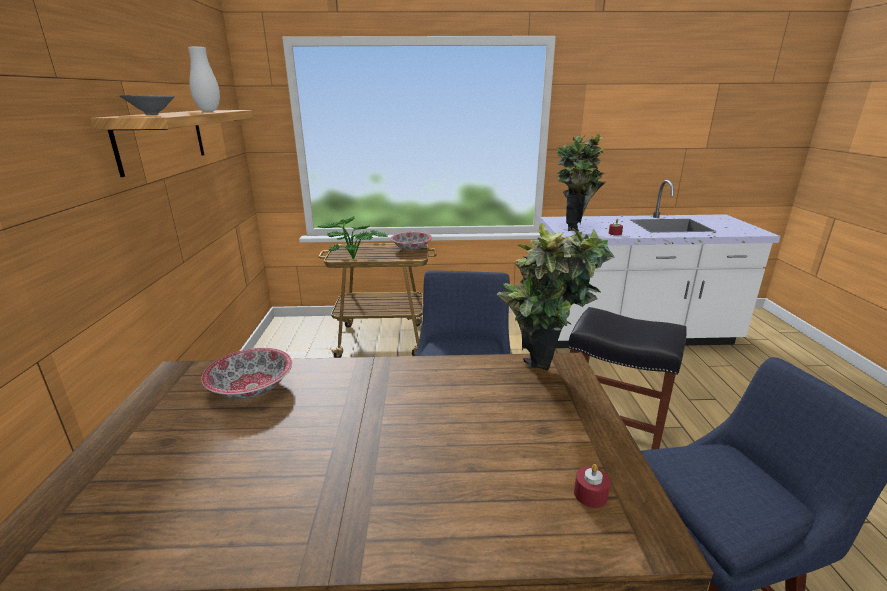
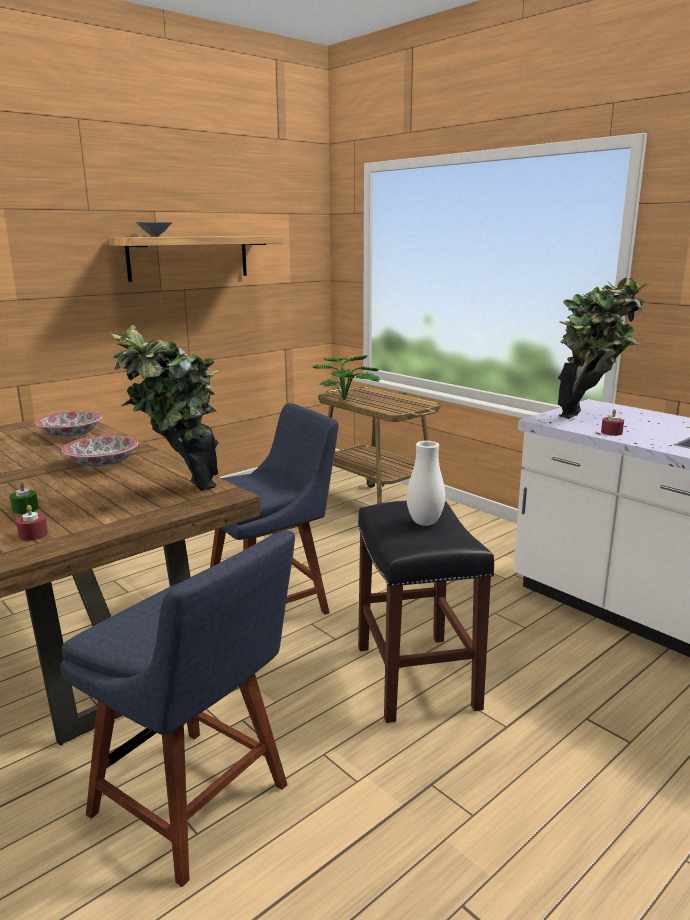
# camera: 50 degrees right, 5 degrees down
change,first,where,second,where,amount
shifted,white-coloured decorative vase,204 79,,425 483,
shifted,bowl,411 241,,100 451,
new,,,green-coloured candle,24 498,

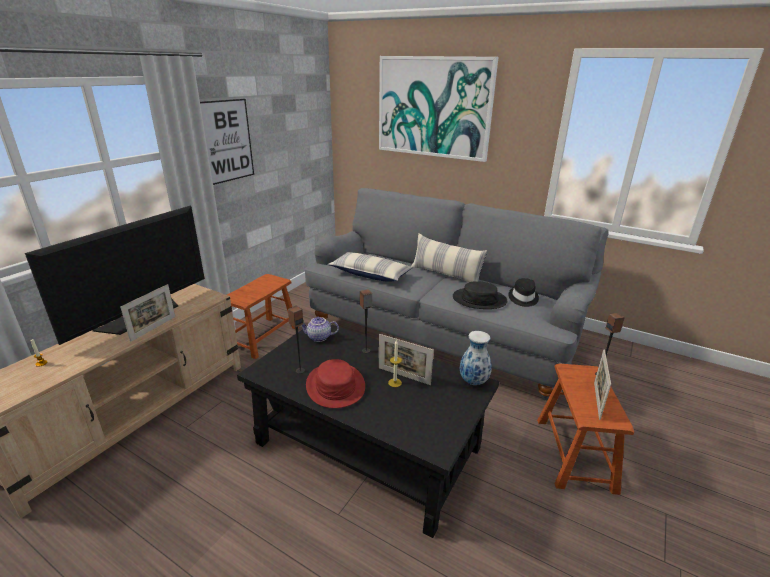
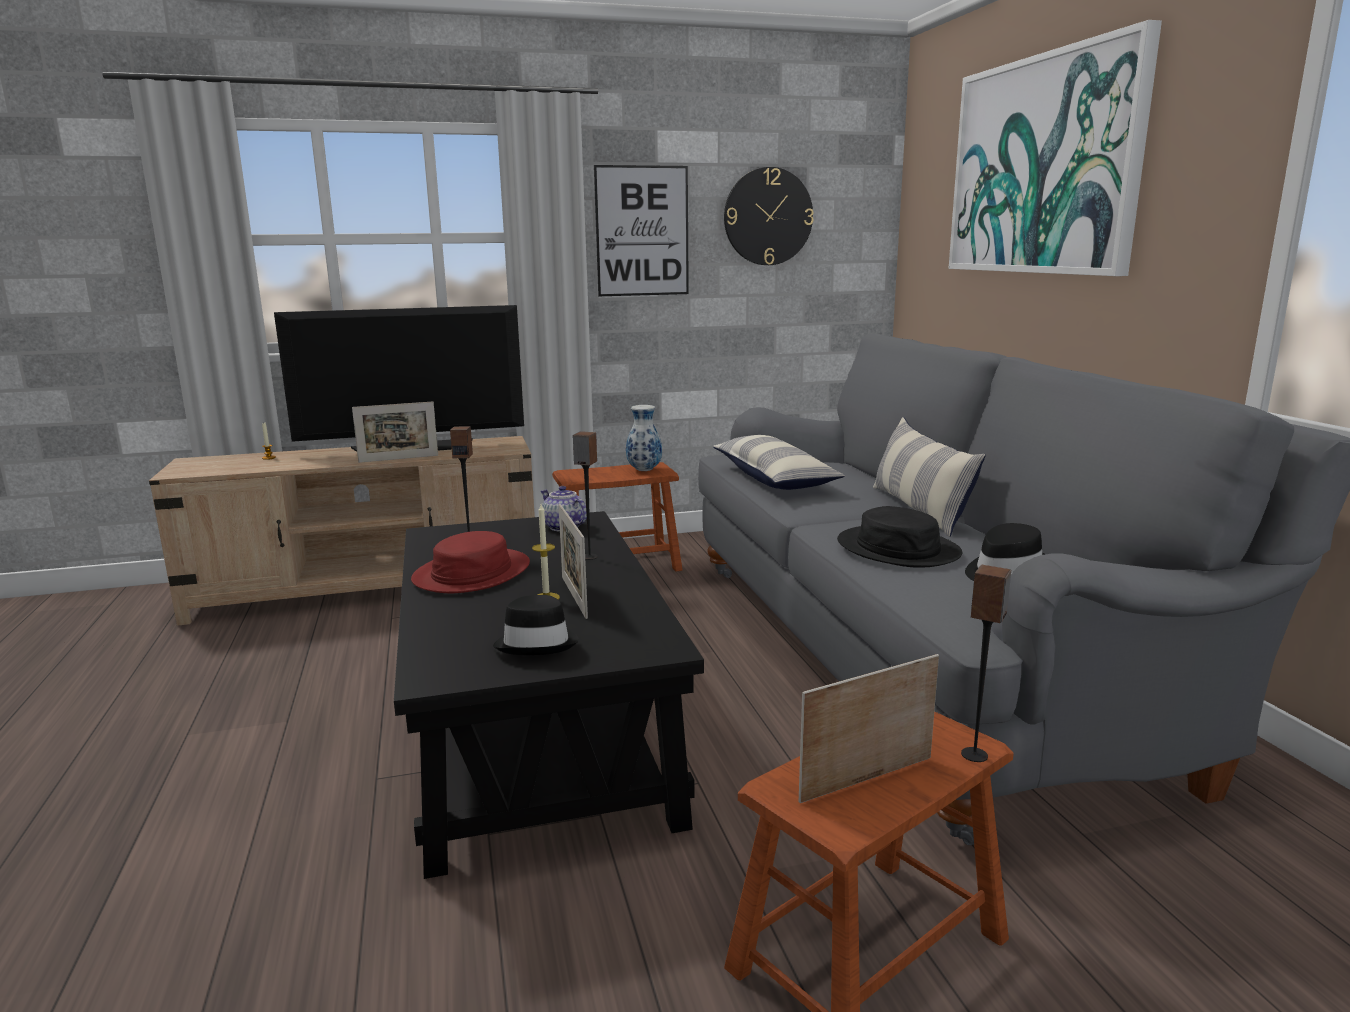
# camera: 45 degrees right, 10 degrees down
change,first,where,second,where,amount
shifted,decorative vase,476 358,,644 438,
new,,,black wearable hat,536 625,
new,,,clock on the wall,769 216,

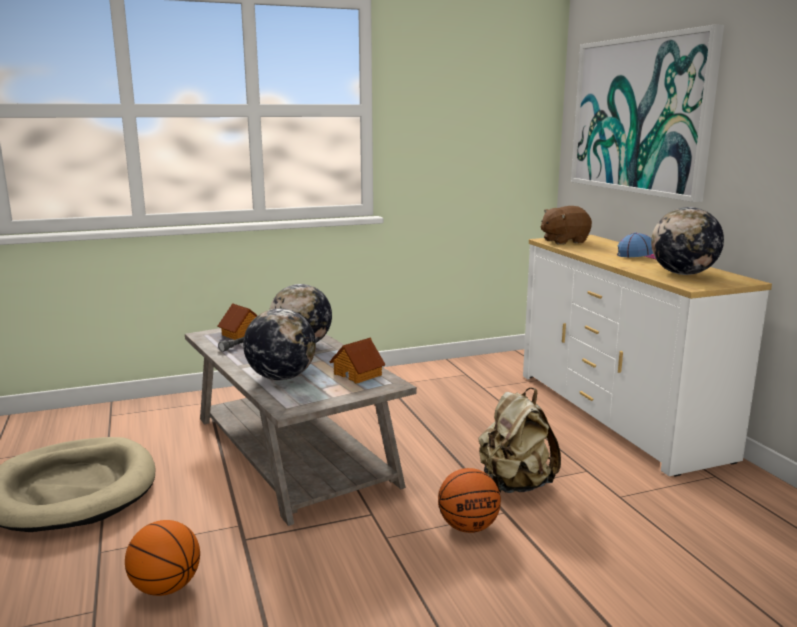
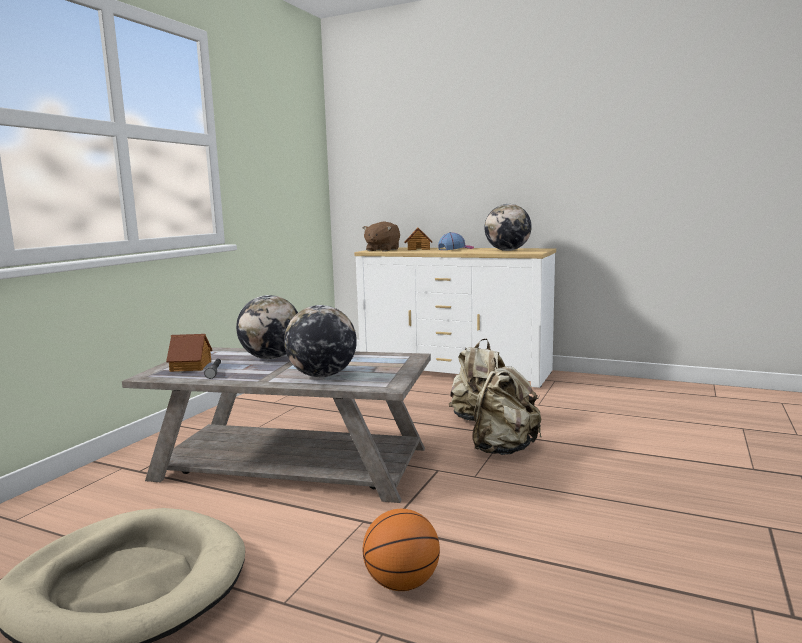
# camera: 45 degrees left, 5 degrees down
change,first,where,second,where,amount
shifted,model house,357 360,,418 239,
swapped,basketball,469 500,beige-coloured backpack,506 406,
gone,picture,647 113,,,

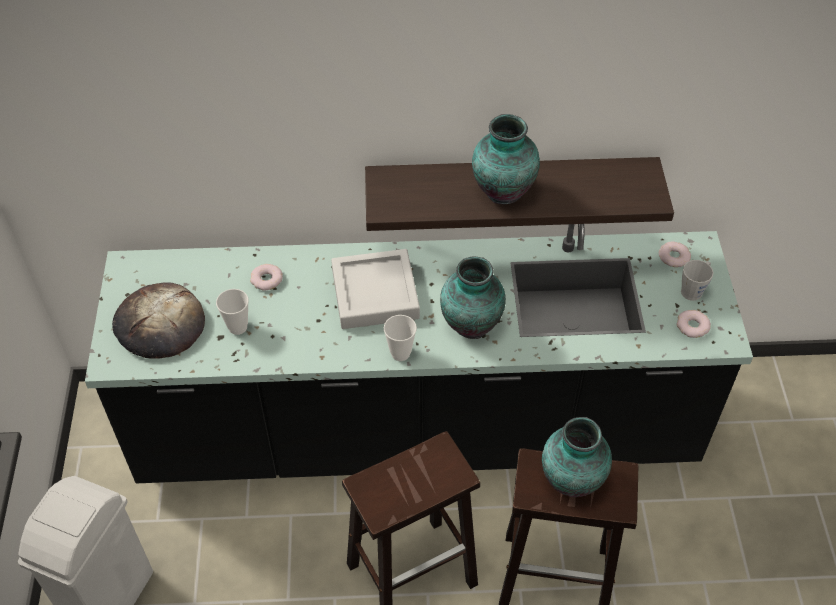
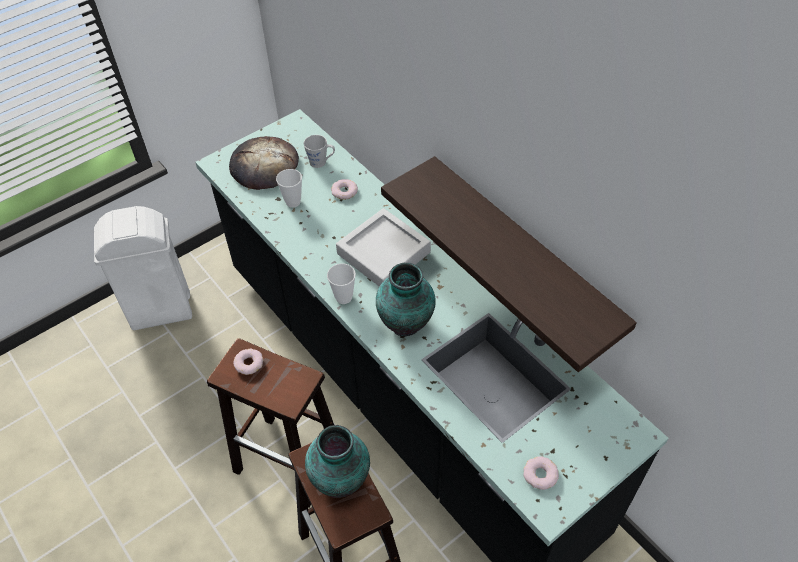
# camera: 55 degrees right, 0 degrees up
change,first,where,second,where,amount
gone,decorative vase,506 159,,,
shifted,donut,675 254,,248 362,
shifted,greyish mug,697 280,,319 151,

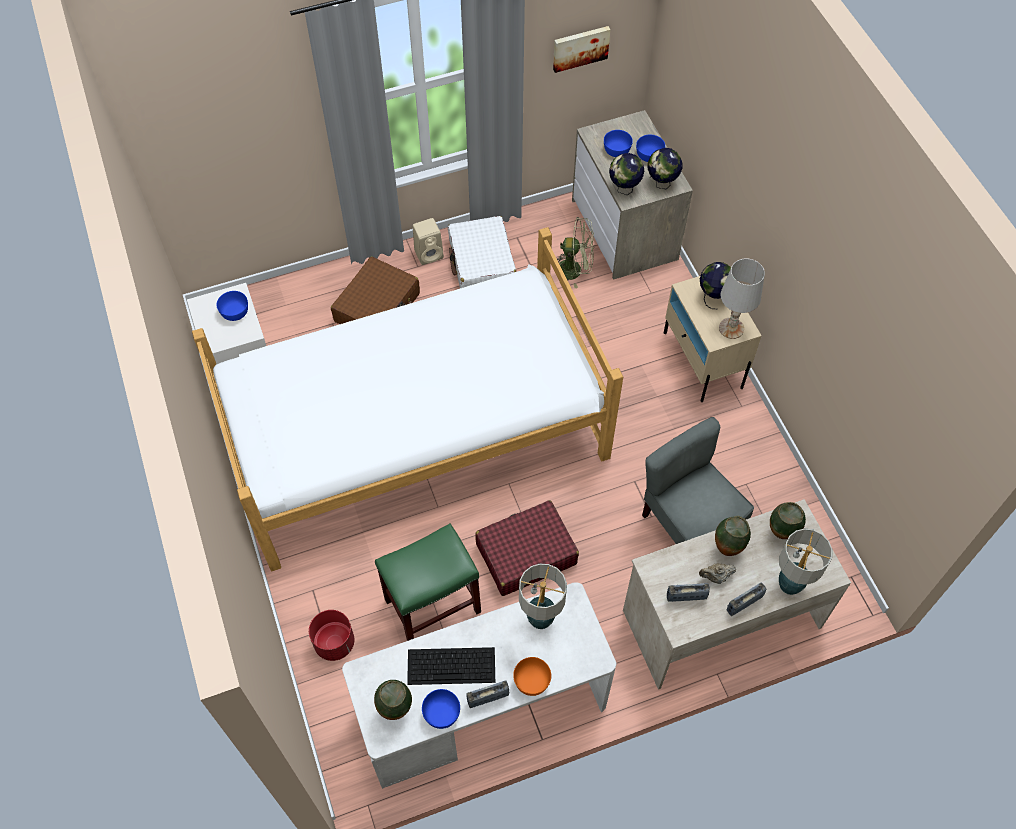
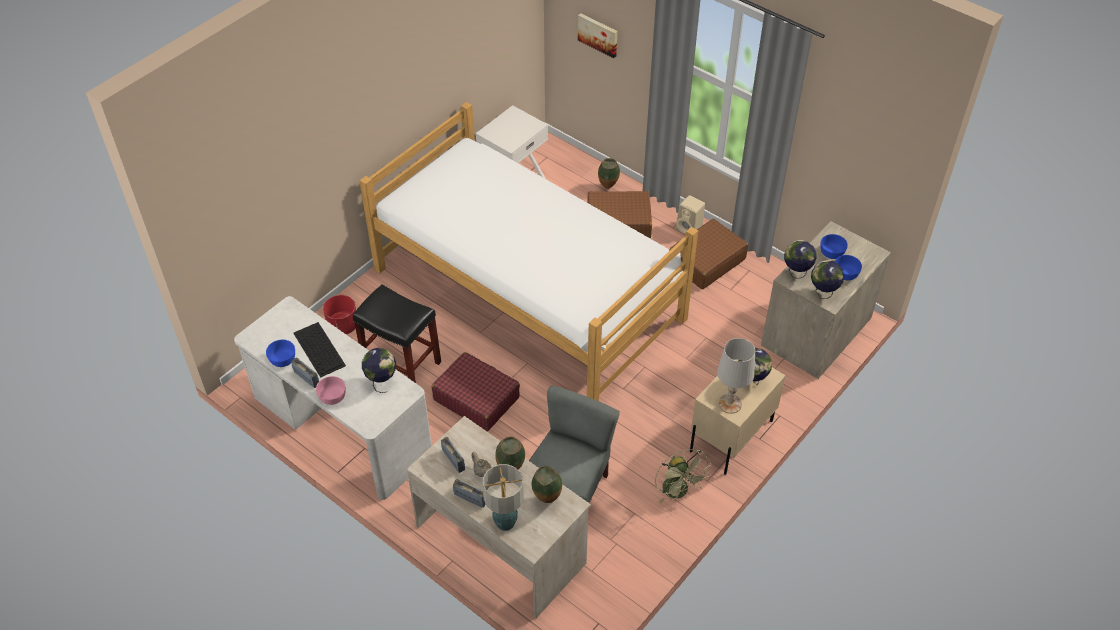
# camera: 60 degrees right, 10 degrees down
change,first,where,second,where,amount
gone,bluish bowl,232 306,,,
shifted,decorative vase,393 700,,609 173,
repainted,green-coloured sitting stool,428 582,black sitting stool,397 333,
repainted,white-coloured travel case,482 252,brown-coloured travel case,708 254,
repainted,orange-coloured bowl,532 676,pinkish bowl,331 390,
swapped,table lamp,543 596,globe,379 370,
shifted,picture,581 49,,597 35,
shifted,green-coloured electric fan,575 252,,683 476,

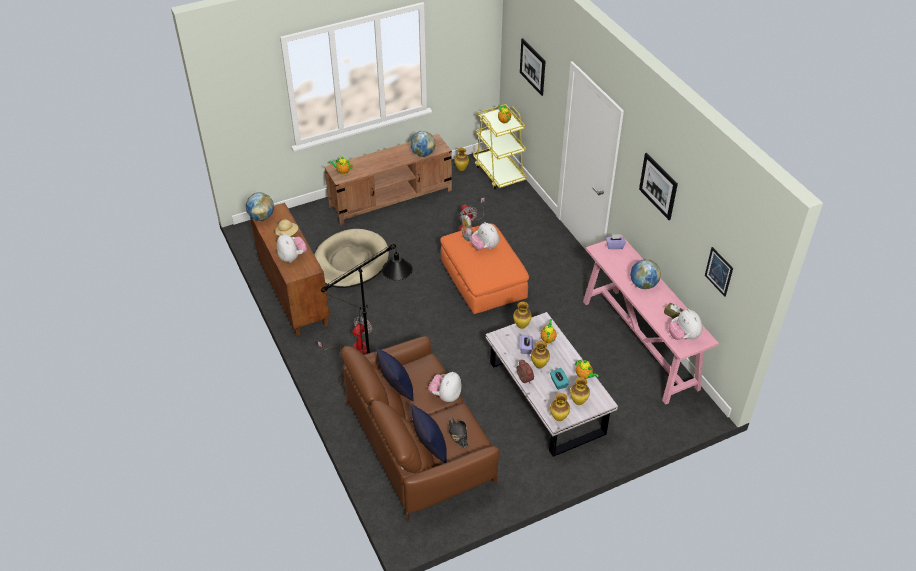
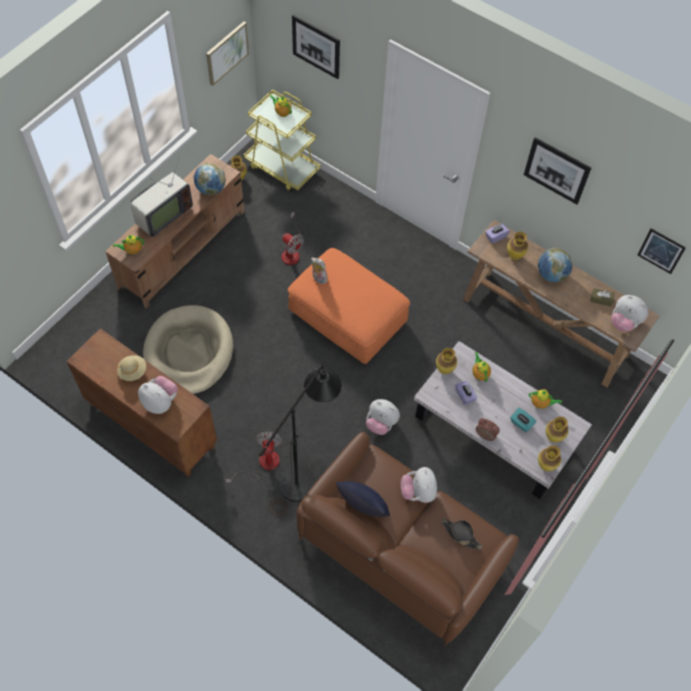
# camera: 30 degrees left, 15 degrees up
change,first,where,second,where,amount
gone,globe,260 206,,,
gone,bluish throw pillow,429 433,,,
shifted,cuddly toy,484 236,,383 417,
shifted,decorative vase,540 354,,517 246,
repainted,pinkish hall table,651 320,brown-coloured hall table,561 303,
new,,,TV set,162 197,
new,,,picture,227 53,

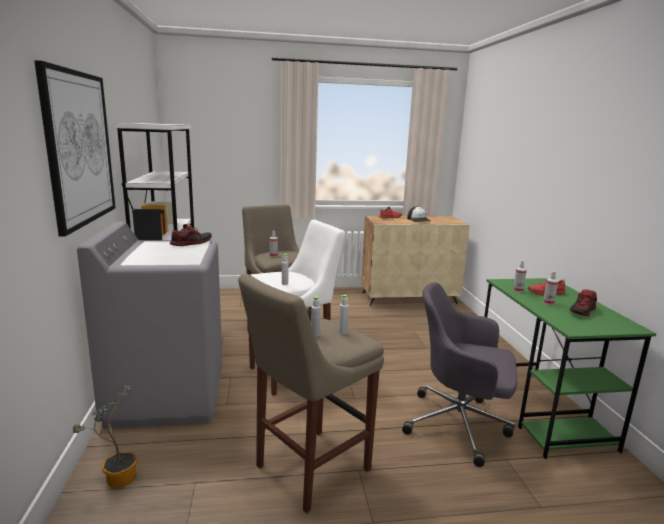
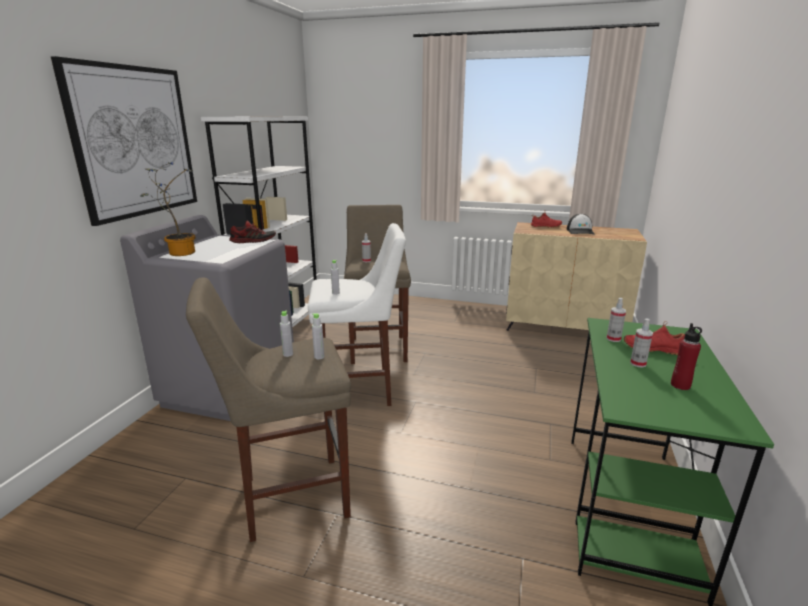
# camera: 25 degrees right, 5 degrees up
change,first,where,second,where,amount
shifted,plant in a pot,105 436,,167 209,
gone,greyish office chair,459 374,,,
swapped,item of footwear,583 303,reddish bottle,686 356,

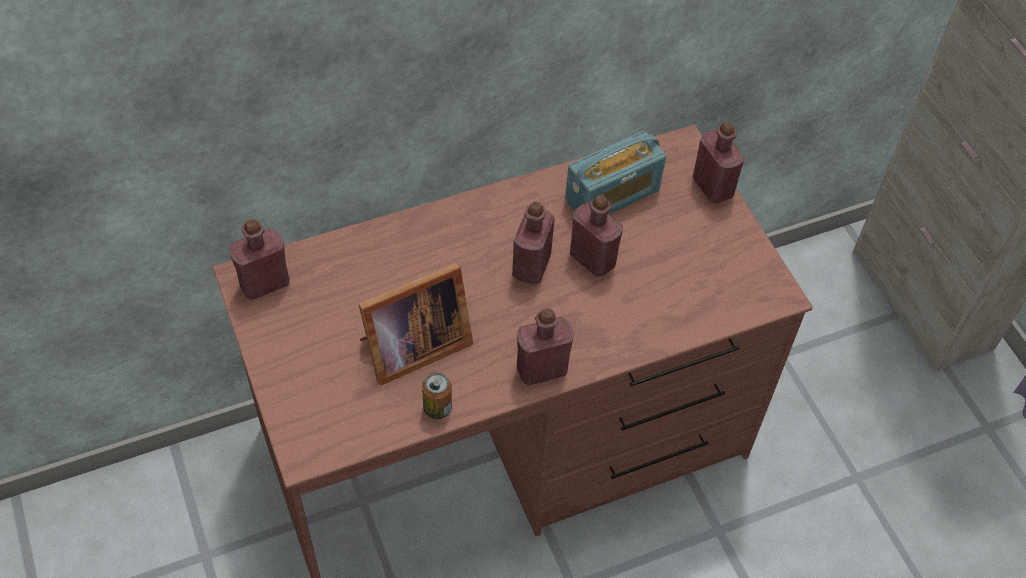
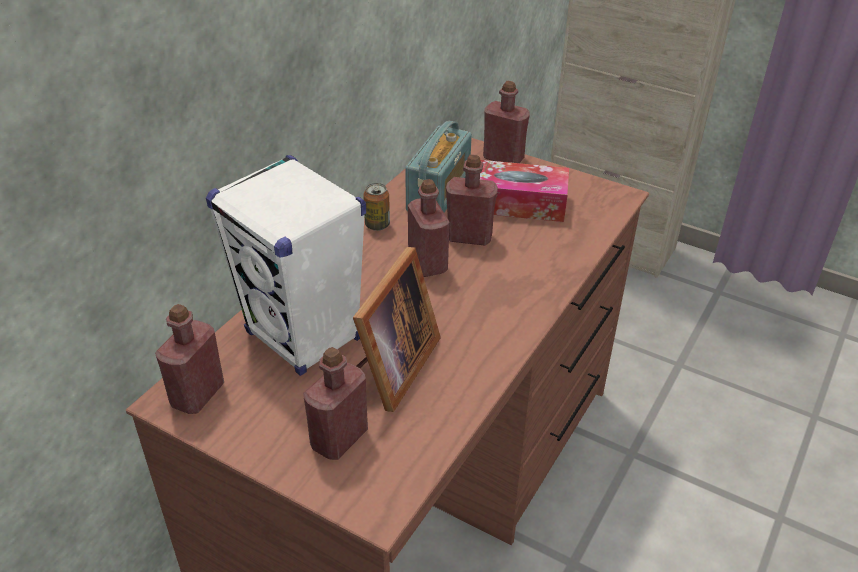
# camera: 35 degrees left, 15 degrees down
change,first,where,second,where,amount
shifted,metal can,437 395,,376 207,
shifted,reddish bottle,545 347,,335 403,
new,,,white-coloured speaker,286 265,
new,,,tissue box,524 191,

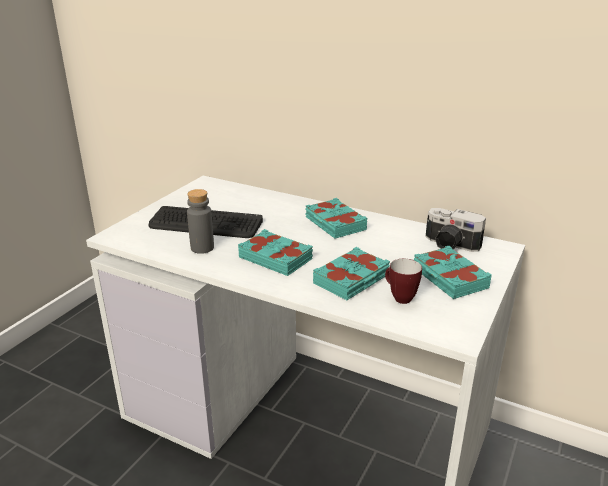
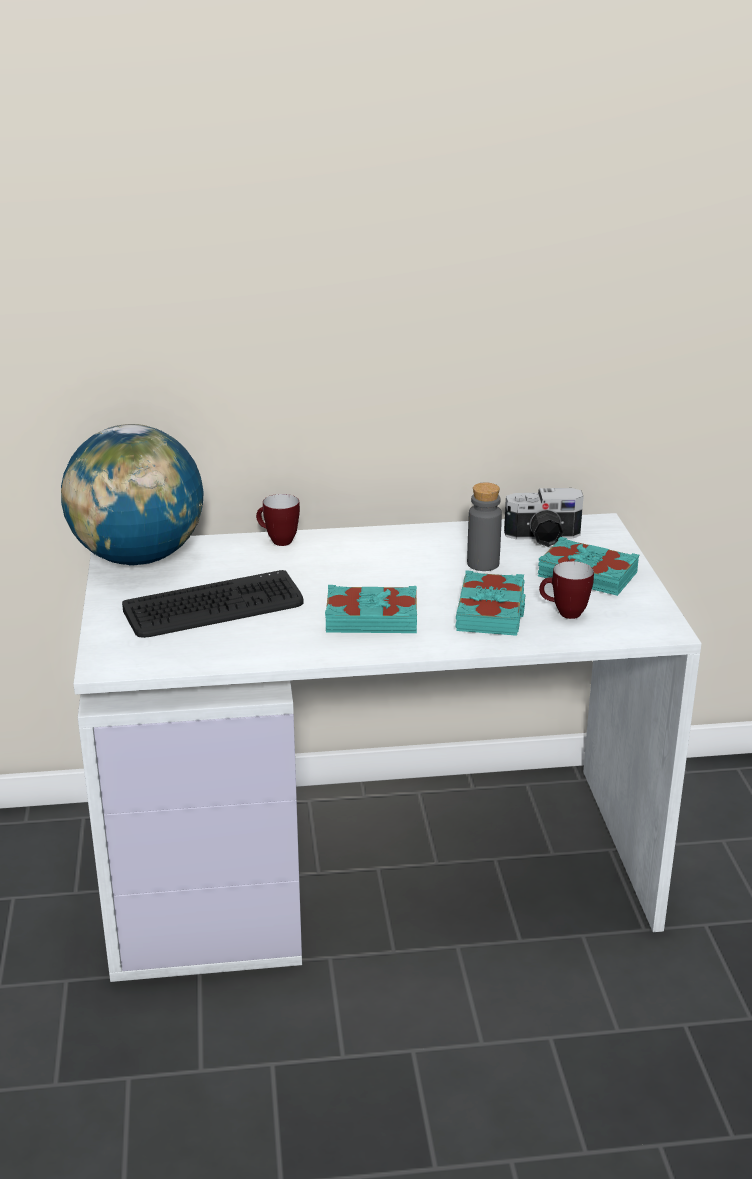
# camera: 35 degrees left, 0 degrees up
change,first,where,second,where,amount
shifted,greyish bottle,200 221,,484 526,
gone,turquoise bound book,336 218,,,
new,,,globe,132 495,
new,,,mug,278 520,

